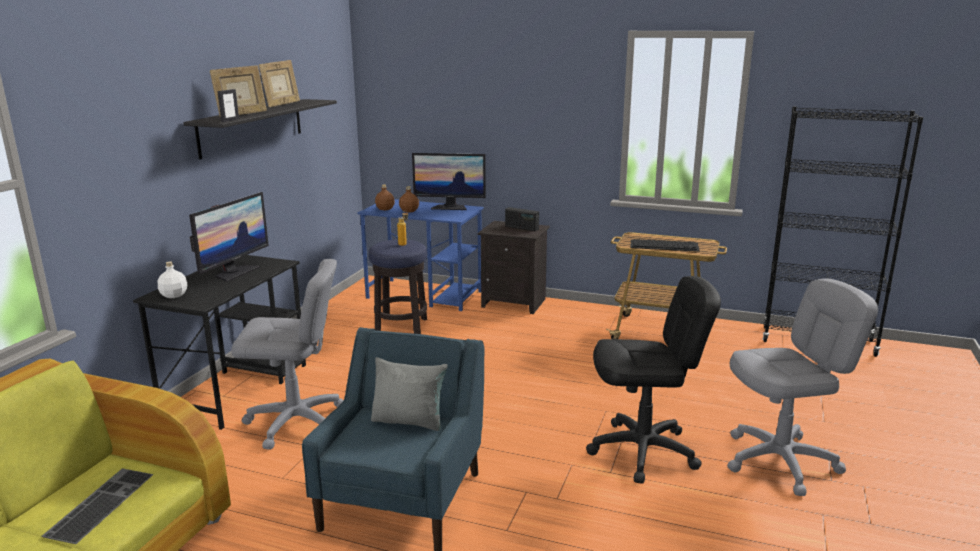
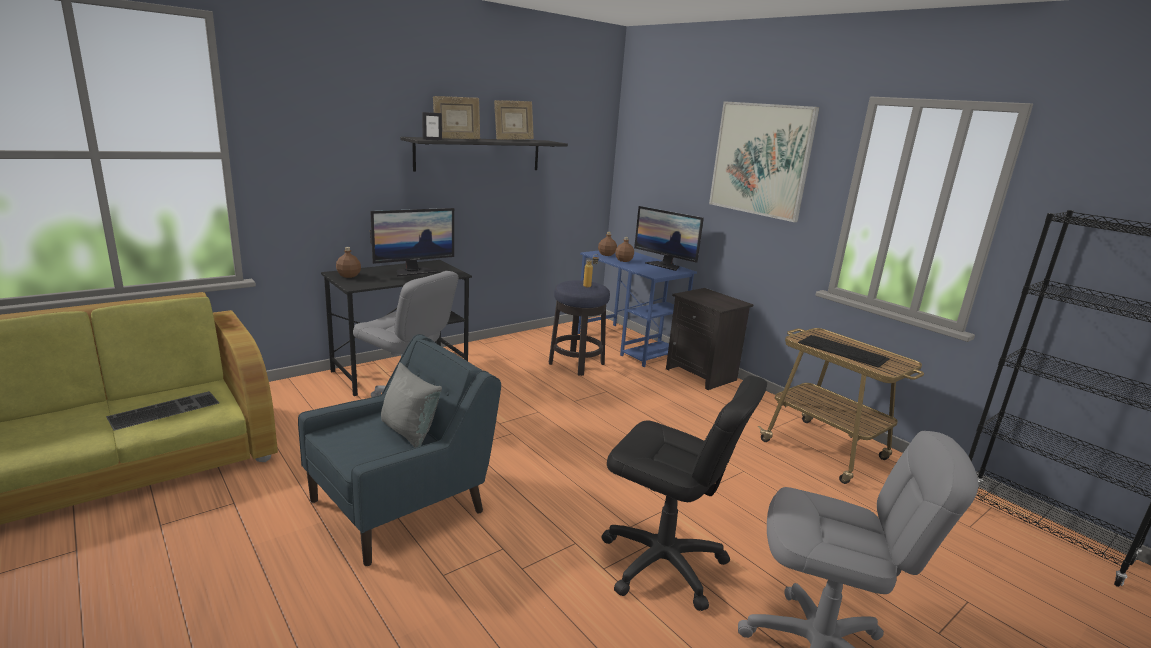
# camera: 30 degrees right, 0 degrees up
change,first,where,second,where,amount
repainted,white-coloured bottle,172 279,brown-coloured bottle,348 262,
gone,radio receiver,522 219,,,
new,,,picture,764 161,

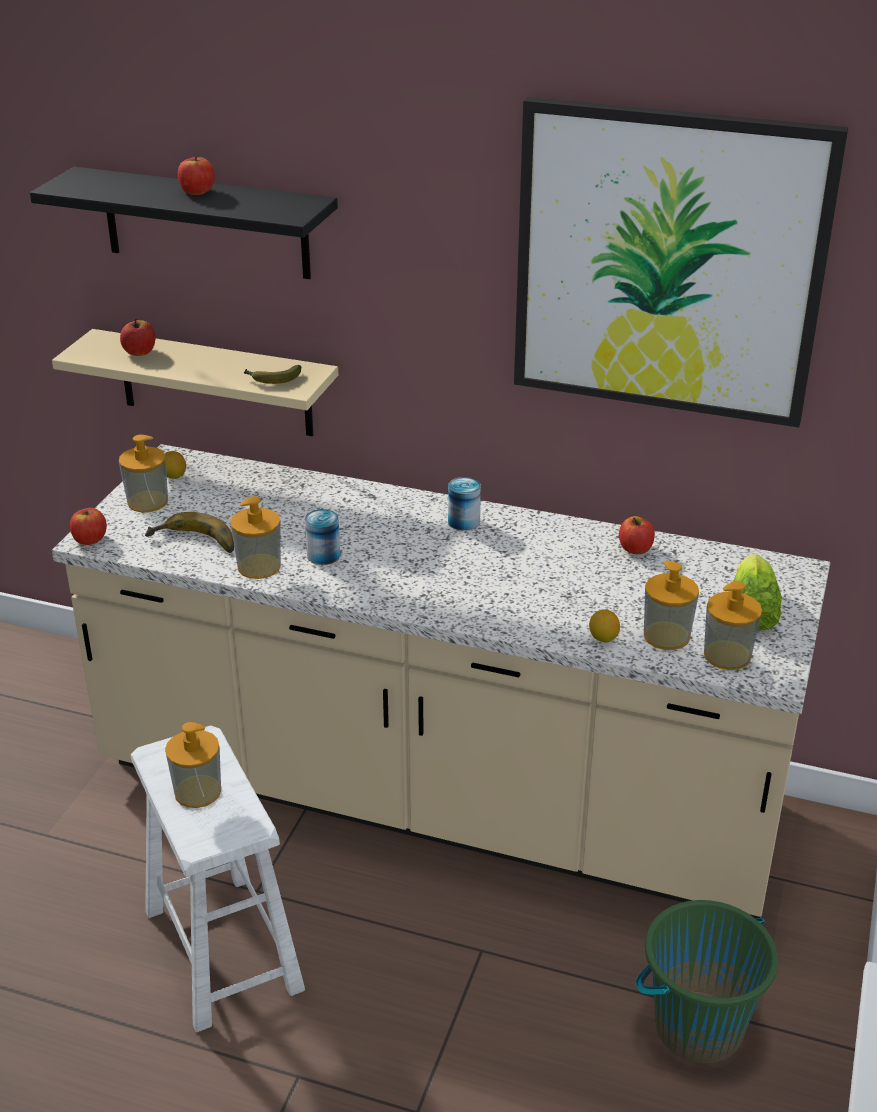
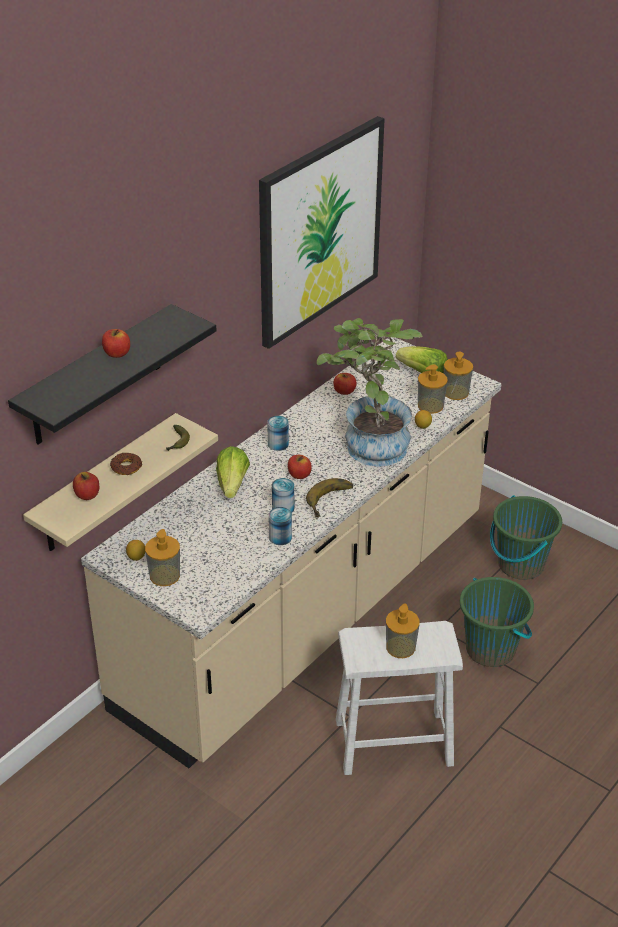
# camera: 70 degrees left, 5 degrees up
change,first,where,second,where,amount
shifted,apple,88 526,,300 467,
shifted,banana,189 532,,329 498,
swapped,soap dispenser,255 537,metal can,280 526,
new,,,donut,126 464,
new,,,lettuce,233 472,
new,,,plant in a pot,370 392,
new,,,green-coloured water bucket,497 622,

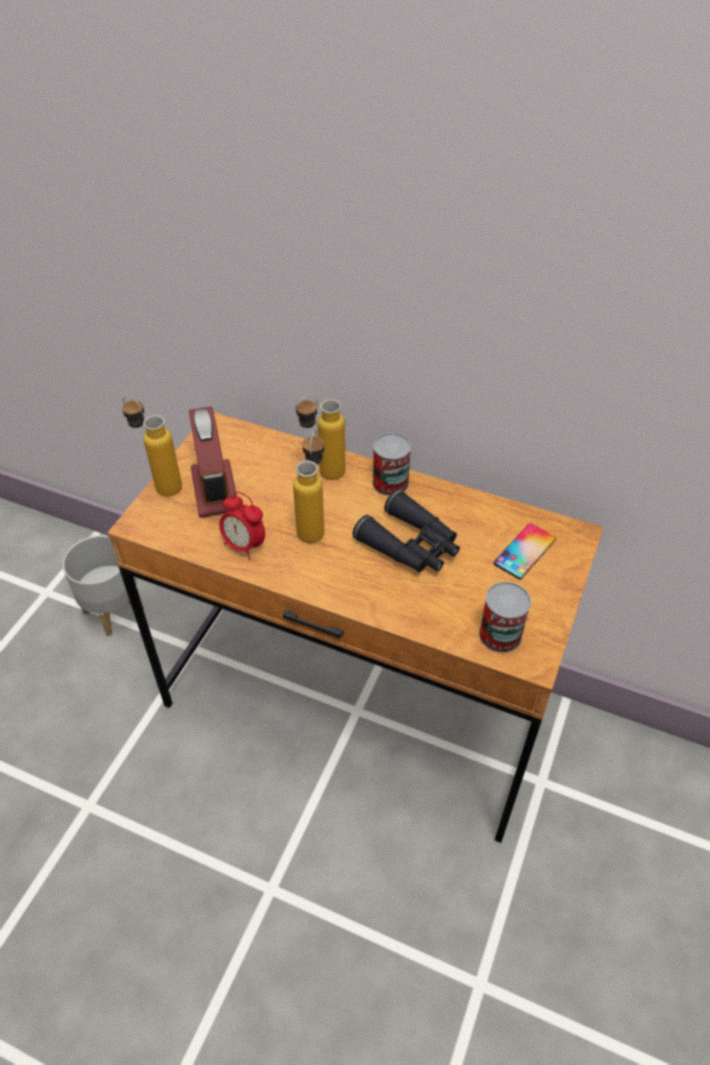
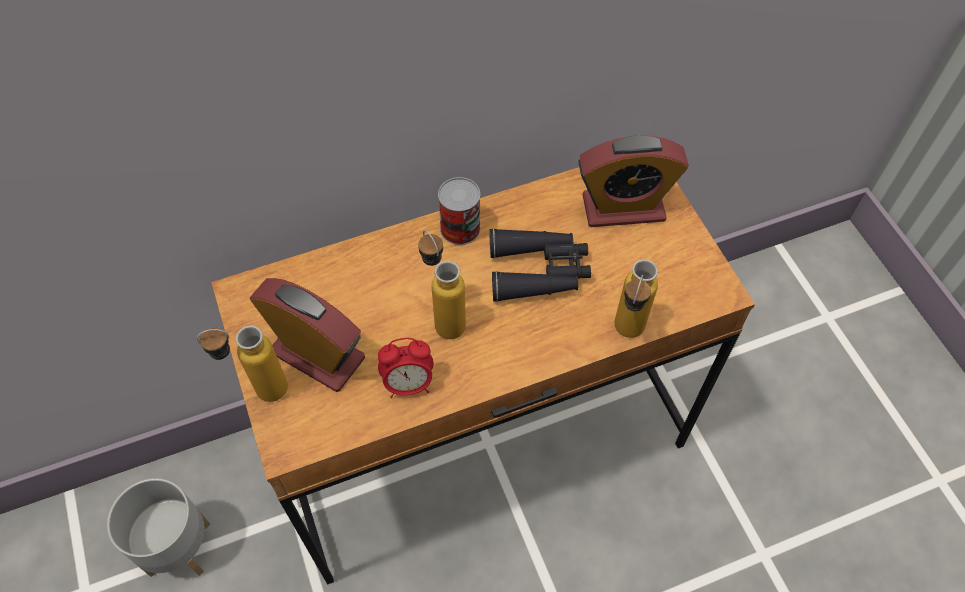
# camera: 45 degrees left, 10 degrees up
change,first,where,second,where,amount
shifted,bottle,320 438,,636 298,
gone,metal can,505 617,,,
swapped,handset,525 551,bedside clock,633 181,

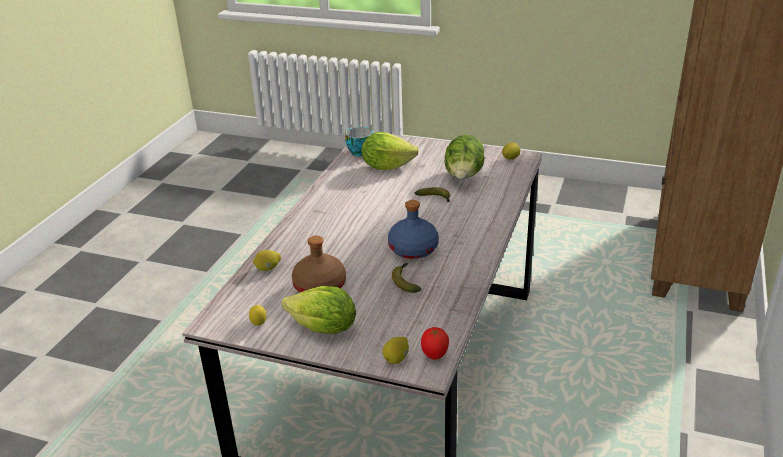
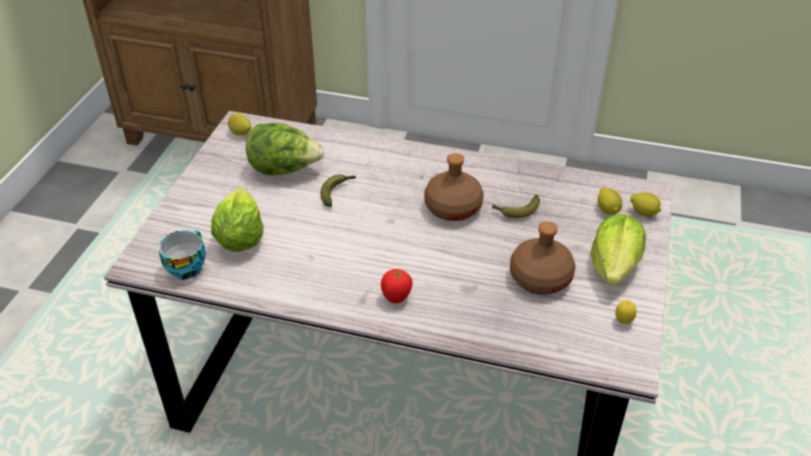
# camera: 95 degrees left, 10 degrees up
change,first,where,second,where,amount
shifted,lemon,267 260,,610 201,
repainted,bluish bottle,413 229,brown-coloured bottle,454 187,
shifted,whole tomato,435 343,,397 286,

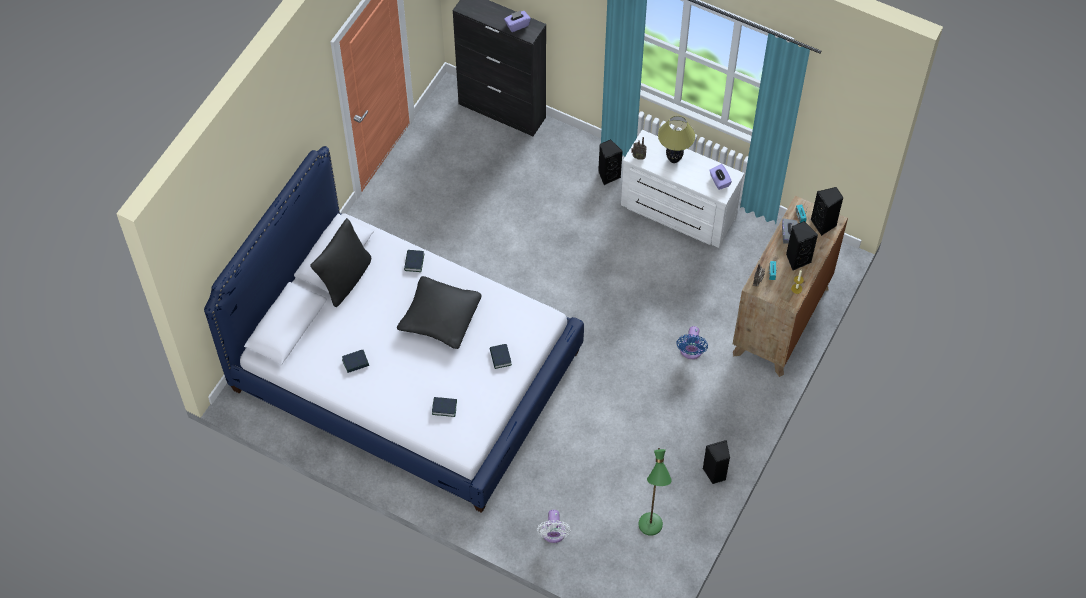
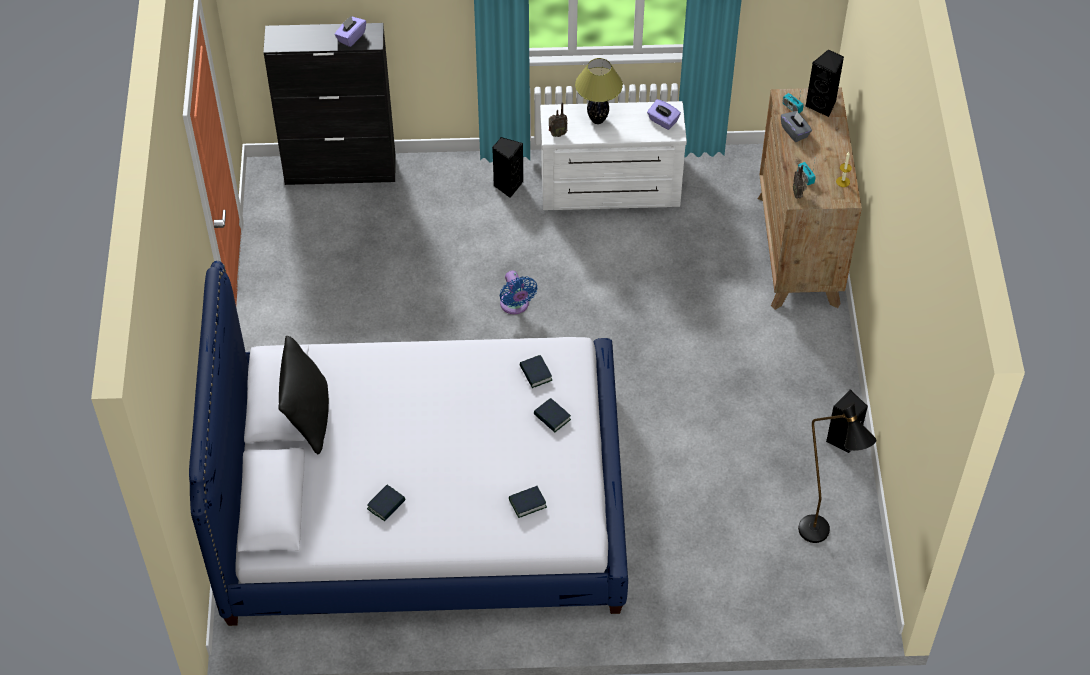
# camera: 30 degrees left, 5 degrees down
change,first,where,second,where,amount
gone,black throw pillow,439 312,,,
shifted,bound book,414 261,,536 371,
gone,white-coloured electric fan,554 526,,,
repainted,green-coloured floor lamp,655 492,black floor lamp,837 472,
shifted,bluish electric fan,692 342,,519 292,
gone,black speaker,802 246,,,

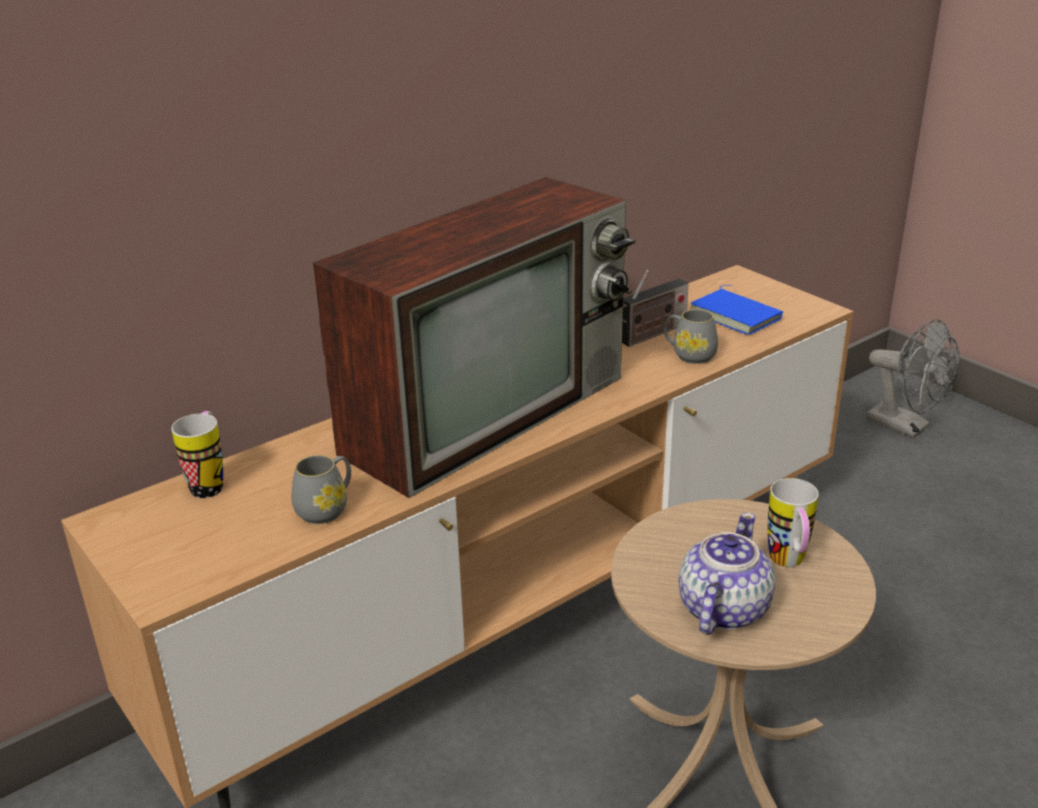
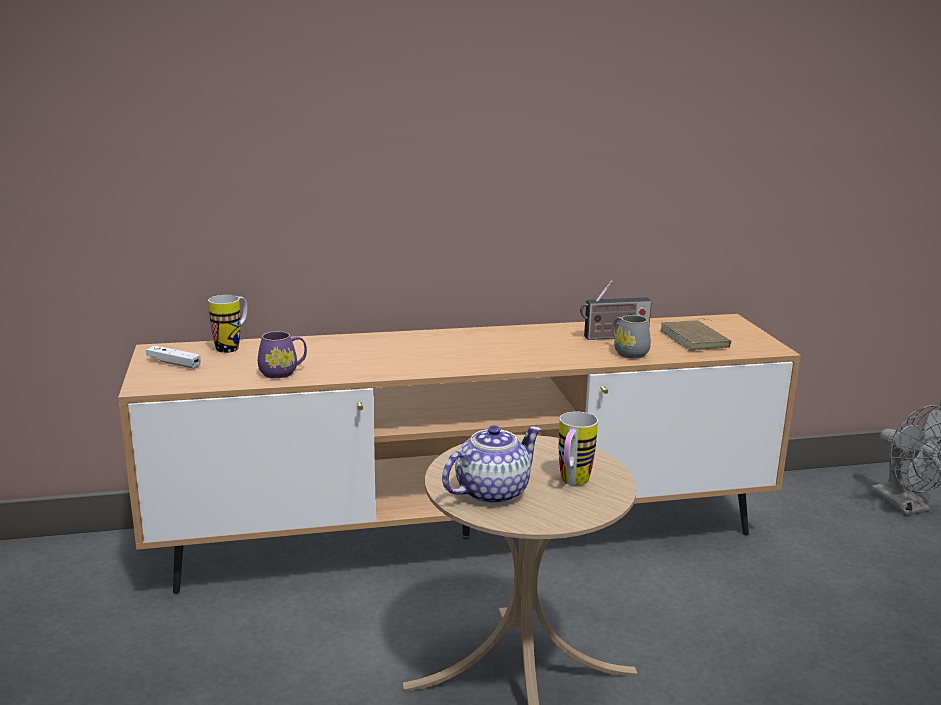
# camera: 25 degrees right, 10 degrees down
change,first,where,second,where,amount
repainted,greyish mug,321 489,purple-coloured mug,282 354,
gone,TV set,474 337,,,
repainted,bluish bound book,736 310,brown-coloured bound book,695 334,
new,,,white-coloured gamepad,173 357,

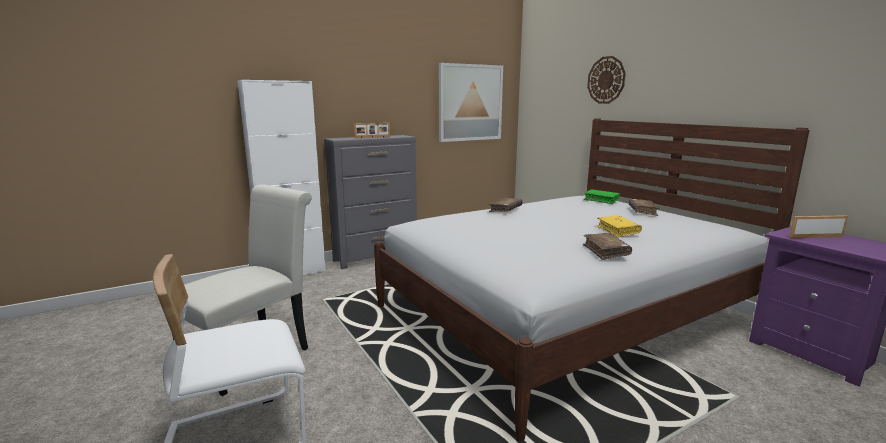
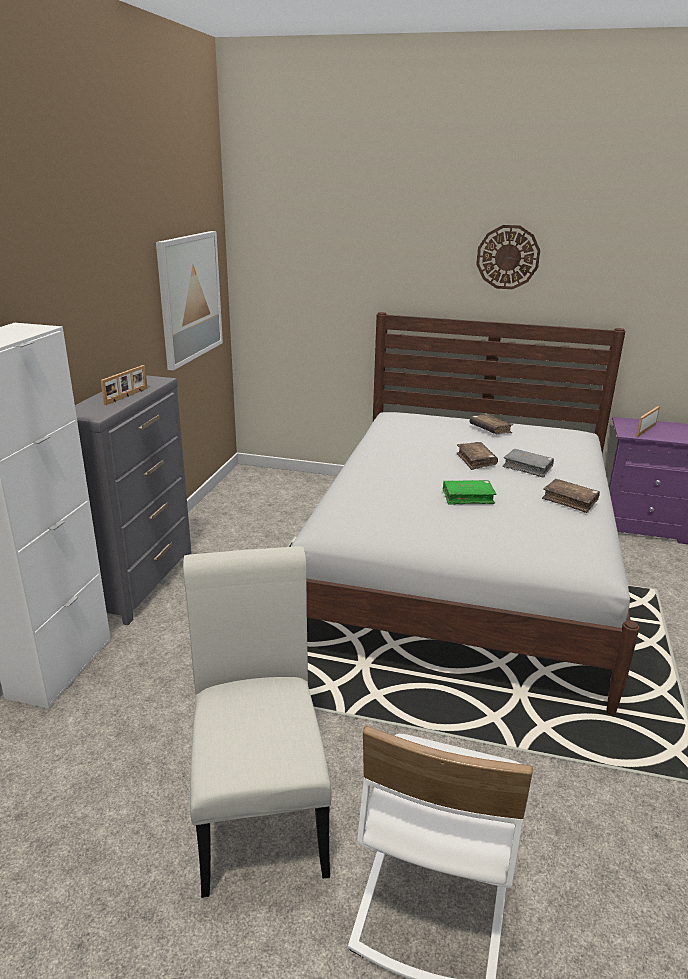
# camera: 45 degrees left, 10 degrees up
change,first,where,second,where,amount
shifted,brown-coloured bound book,506 205,,477 456,
shifted,green-coloured bound book,601 196,,470 492,
shifted,clock on the wall,606 80,,508 257,
repainted,yellowish bound book,619 226,greyish bound book,528 463,

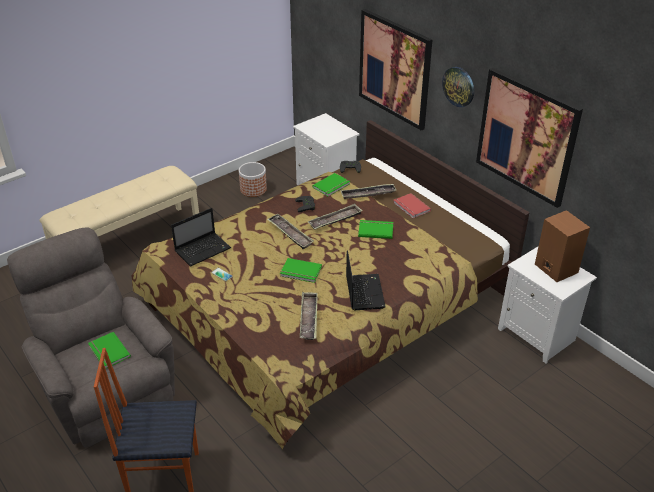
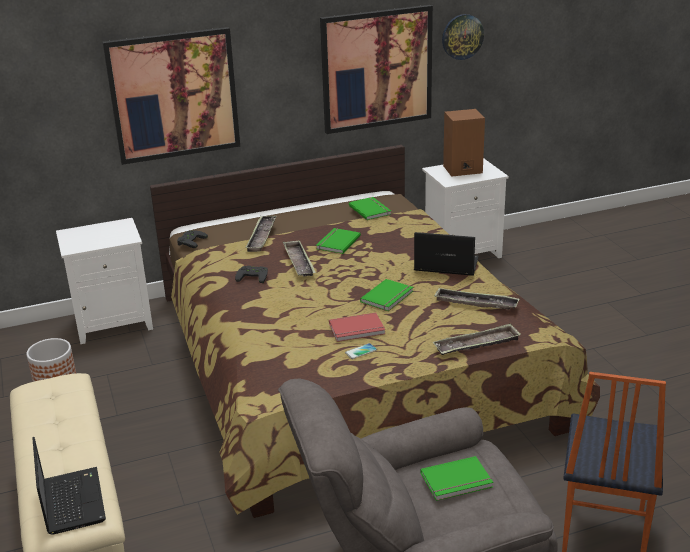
# camera: 70 degrees left, 10 degrees down
change,first,where,second,where,amount
shifted,laptop,201 237,,69 486,
shifted,carrying tray,290 231,,477 339,
shifted,green-coloured bound book,331 185,,370 208,
shifted,reddish bound book,412 205,,357 327,
shifted,clock on the wall,458 87,,463 37,

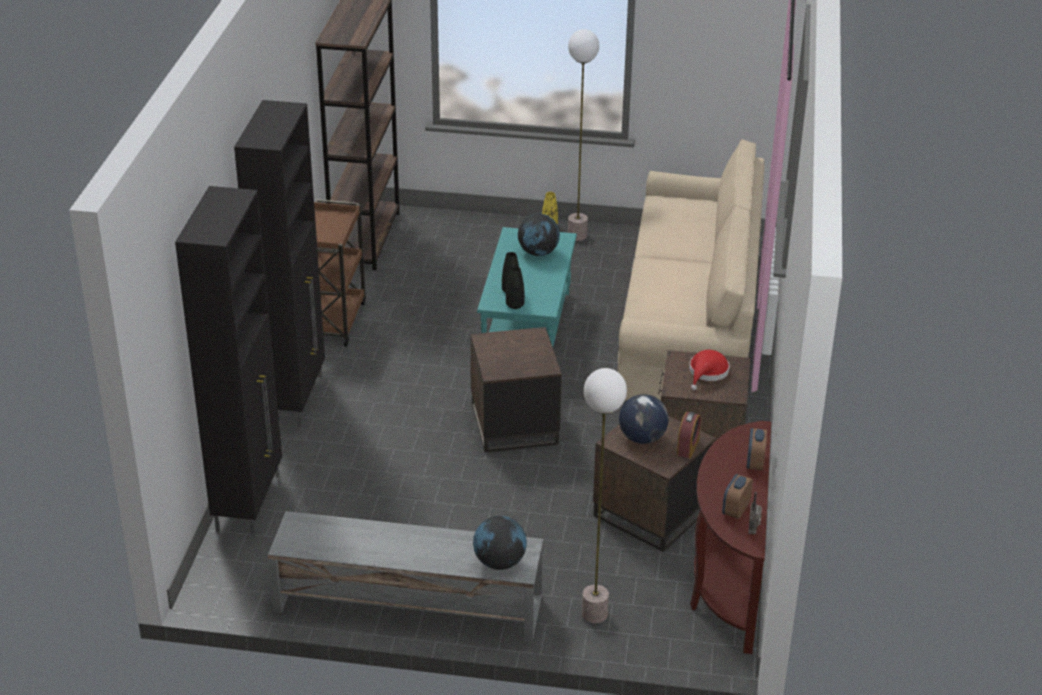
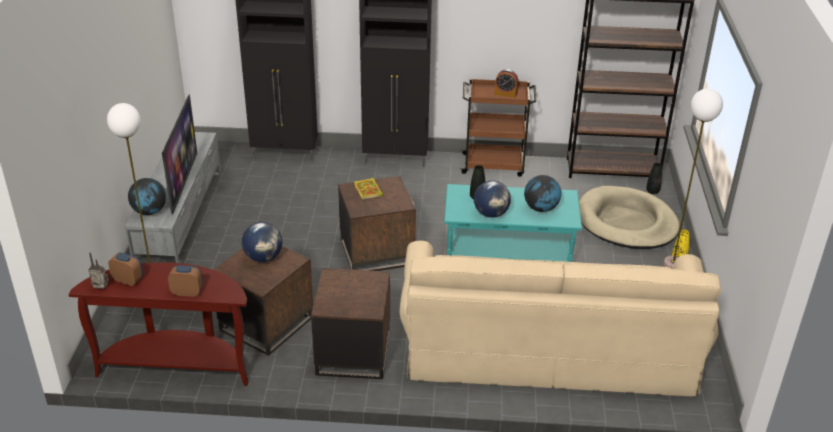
# camera: 85 degrees right, 0 degrees up
change,first,where,second,where,amount
shifted,black decorative vase,515 287,,654 178,
shifted,bedside clock,689 434,,506 83,
gone,reddish wearable hat,709 370,,,
new,,,TV set,179 155,
new,,,bound book,368 188,
new,,,globe,492 199,
new,,,beige-coloured pet bed,629 217,

